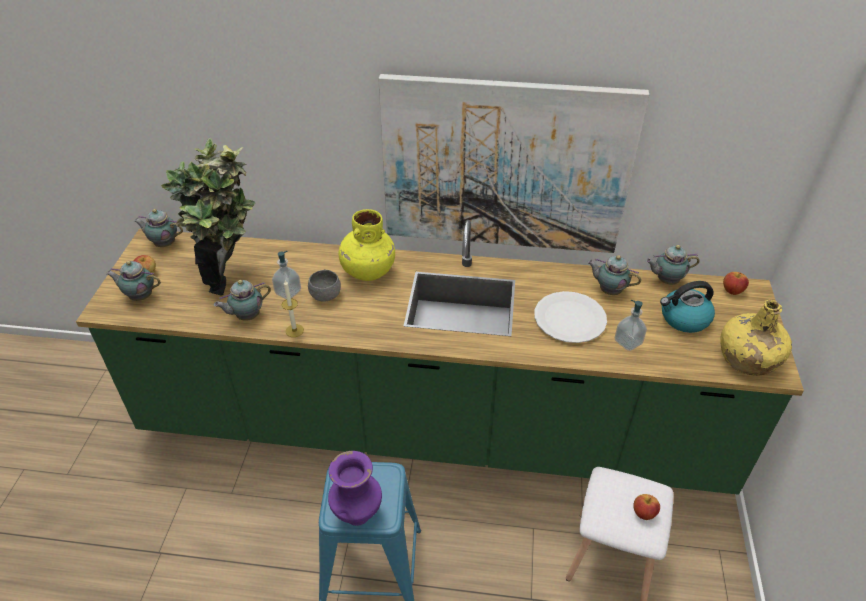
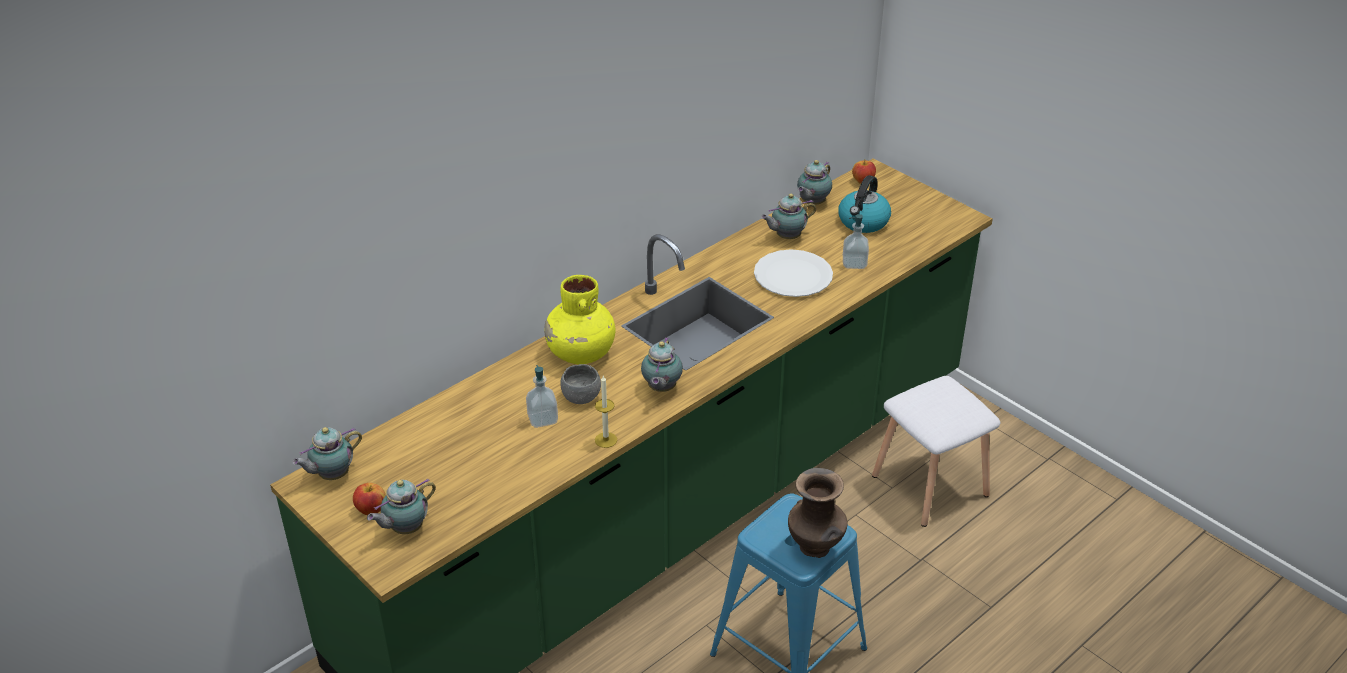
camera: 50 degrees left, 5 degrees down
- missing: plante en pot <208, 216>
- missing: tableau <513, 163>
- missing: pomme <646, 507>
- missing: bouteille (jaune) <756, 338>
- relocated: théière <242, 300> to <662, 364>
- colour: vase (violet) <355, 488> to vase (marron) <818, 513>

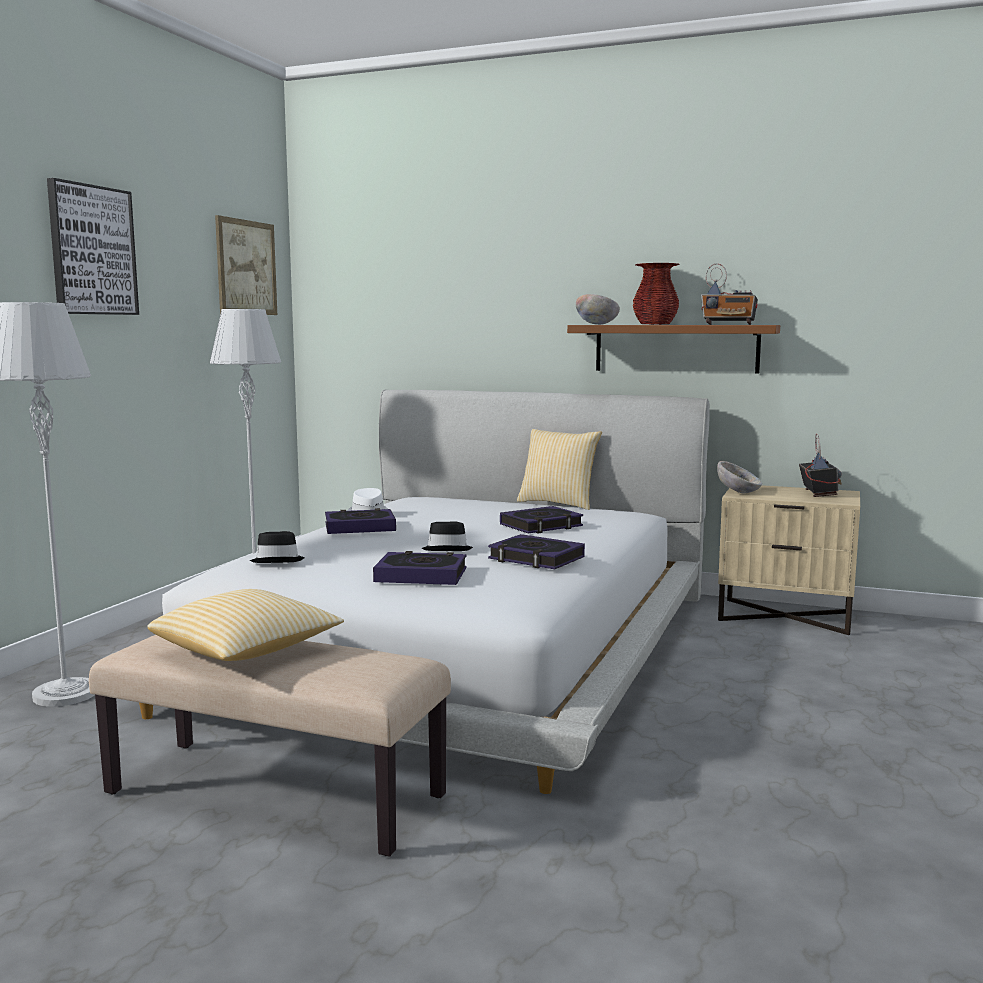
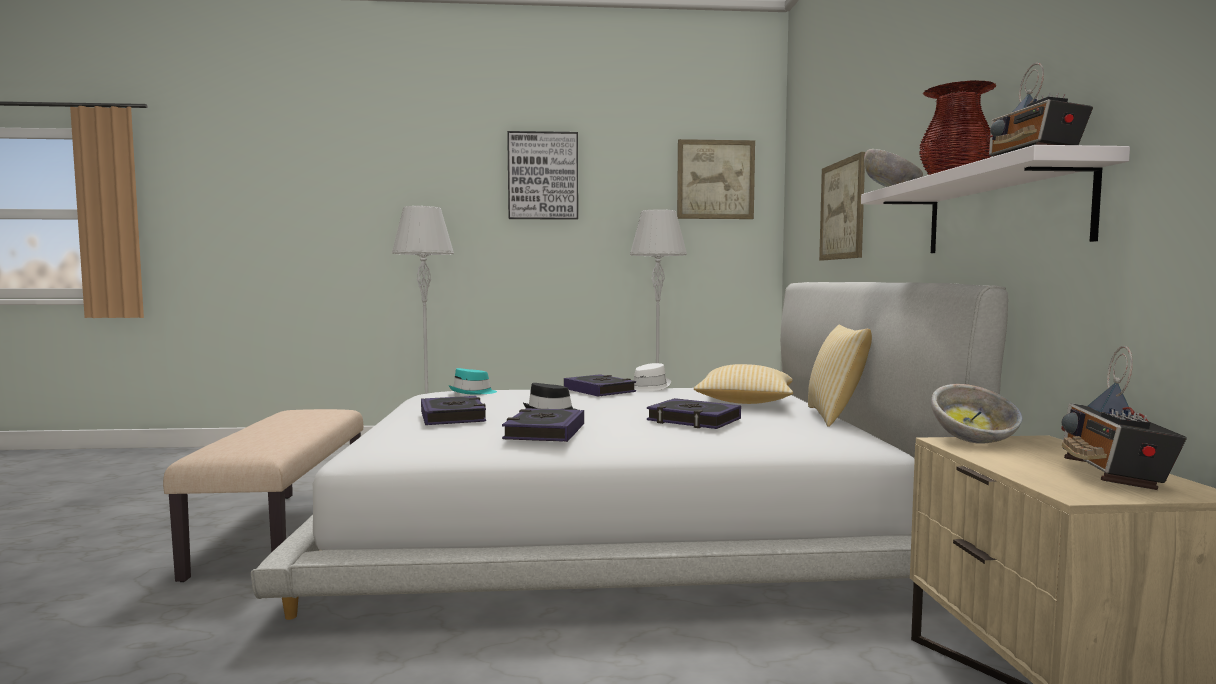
camera: 65 degrees right, 5 degrees down
- appeared: tableau <842, 206>
- relocated: coussin <245, 625> to <743, 384>
- colour: chapeau (noir) <277, 547> to chapeau (turquoise) <473, 381>
- colour: étagère (marron) <673, 349> to étagère (blanc) <995, 199>
- spun: radio <820, 465> = <1124, 418> 120 degrees clockwise

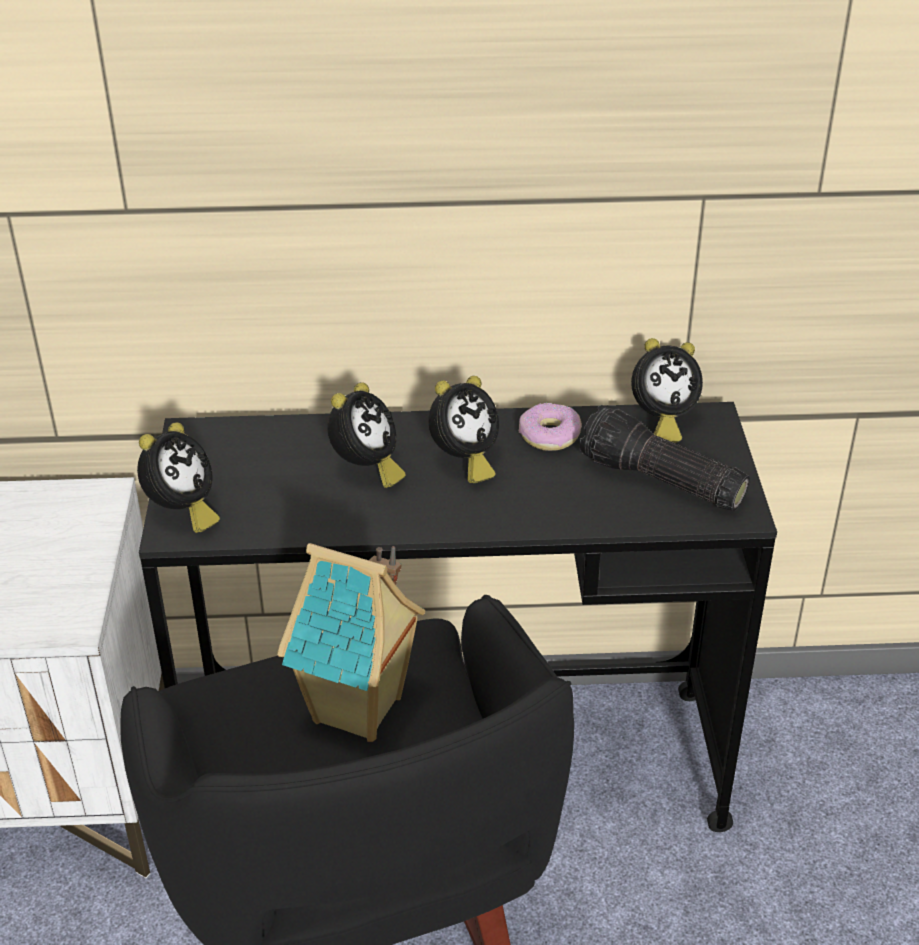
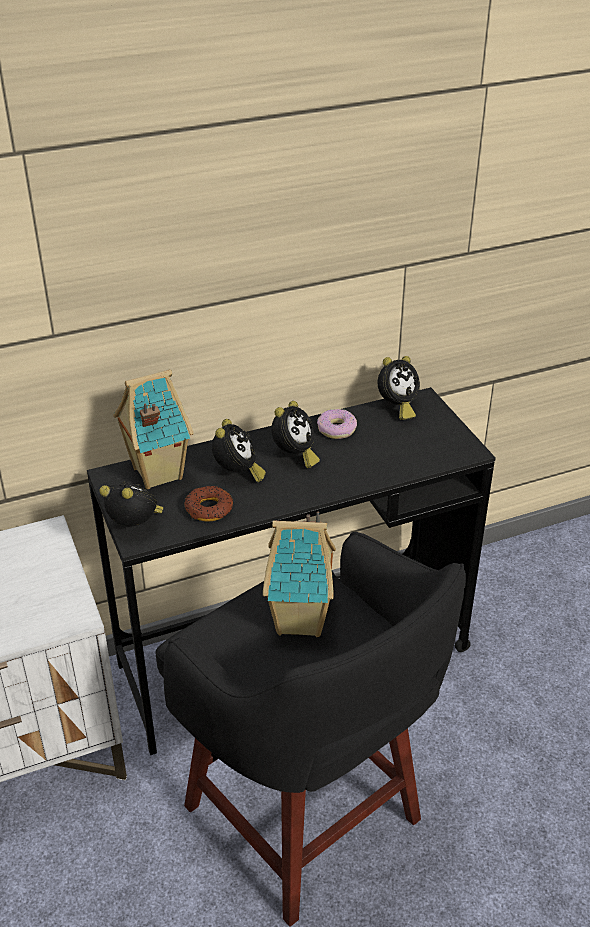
camera: 20 degrees left, 0 degrees up
- missing: lampe de poche <664, 458>
- appeared: maison miniature <153, 429>
- appeared: beignet <208, 504>
- spun: réveil <178, 477> = <131, 504> 75 degrees counterclockwise

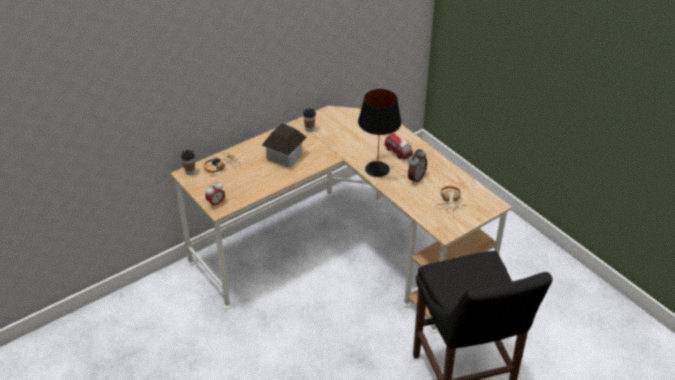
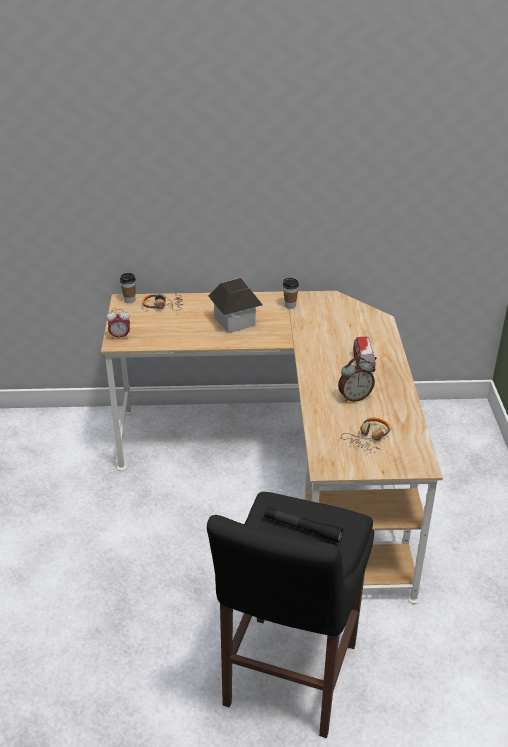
camera: 35 degrees right, 5 degrees down
- missing: lampe de table (noir) <379, 133>
- appeared: lampe de poche (noir) <303, 525>

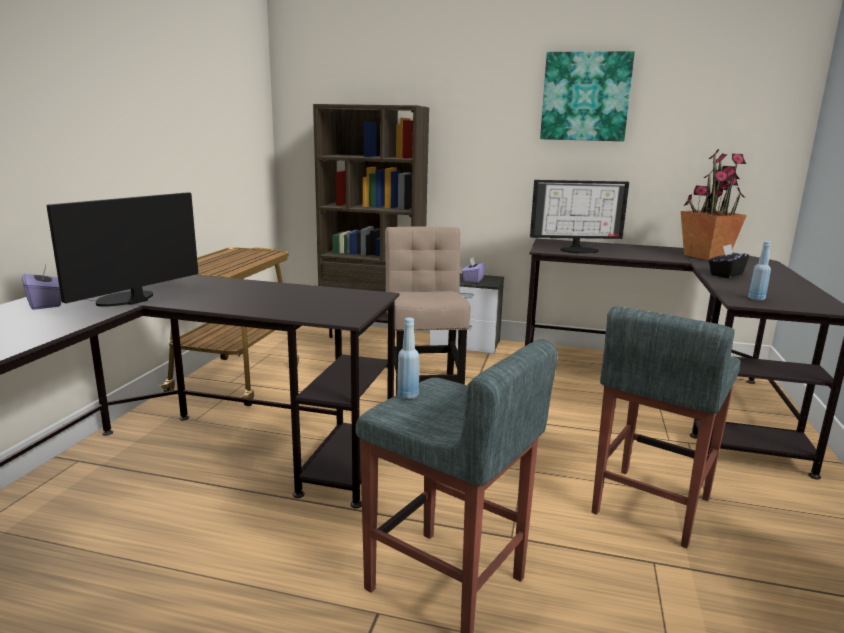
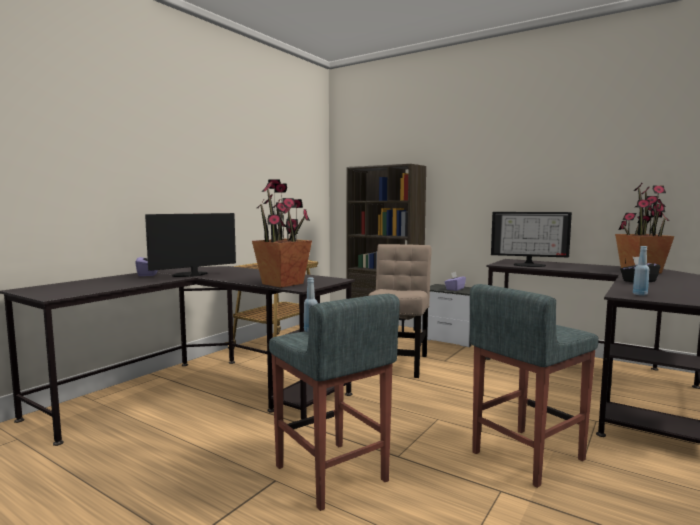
camera: 20 degrees right, 10 degrees down
- missing: tableau <587, 96>
- appeared: plante en pot <282, 233>

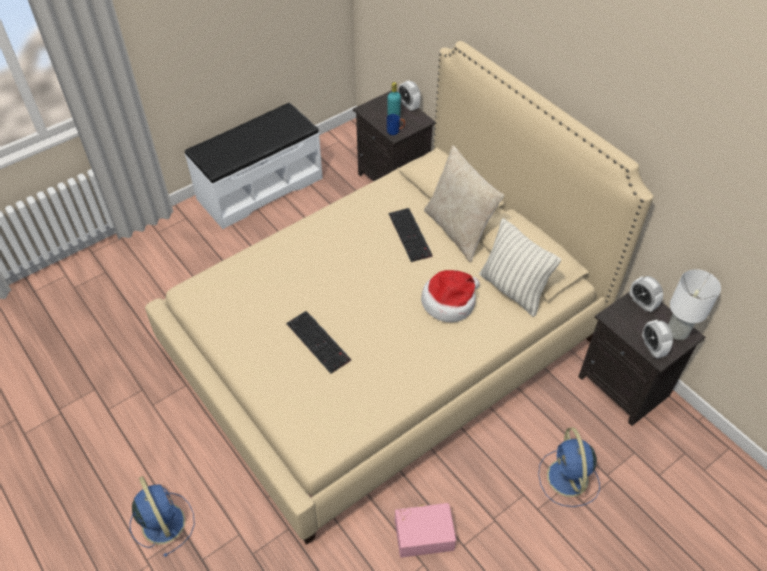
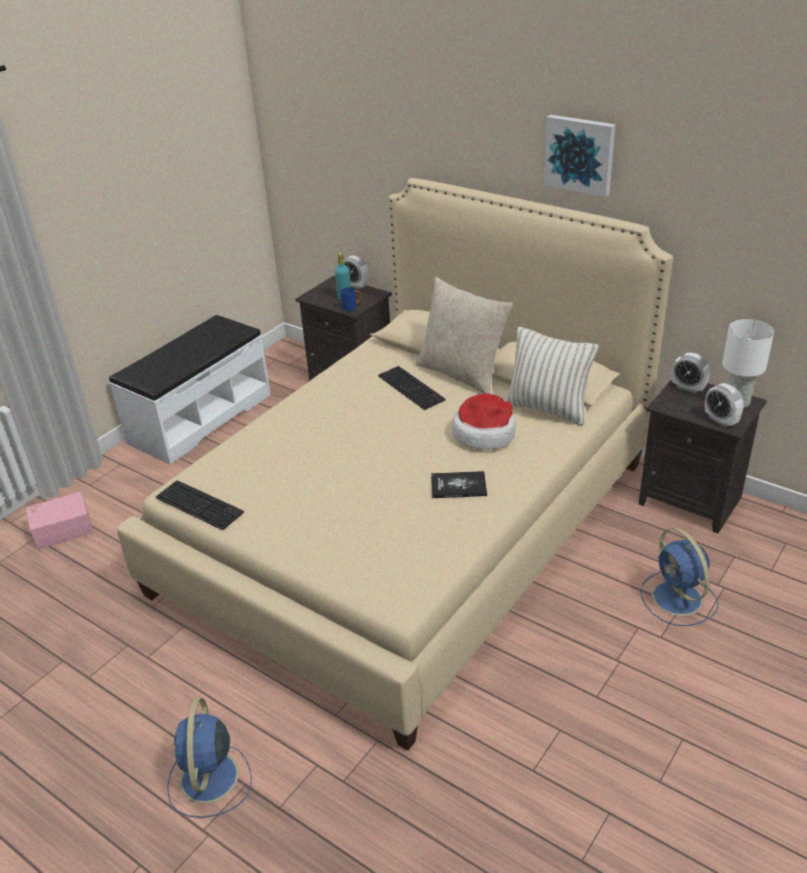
camera: 15 degrees left, 15 degrees down
- appeared: livre <459, 484>
- appeared: tableau <579, 156>
- relocated: clavier <318, 342> to <200, 505>
- relocated: boîte de rangement (rose) <425, 530> to <59, 521>
- spun: ventilateur (bleu) <162, 516> = <209, 758> 135 degrees counterclockwise

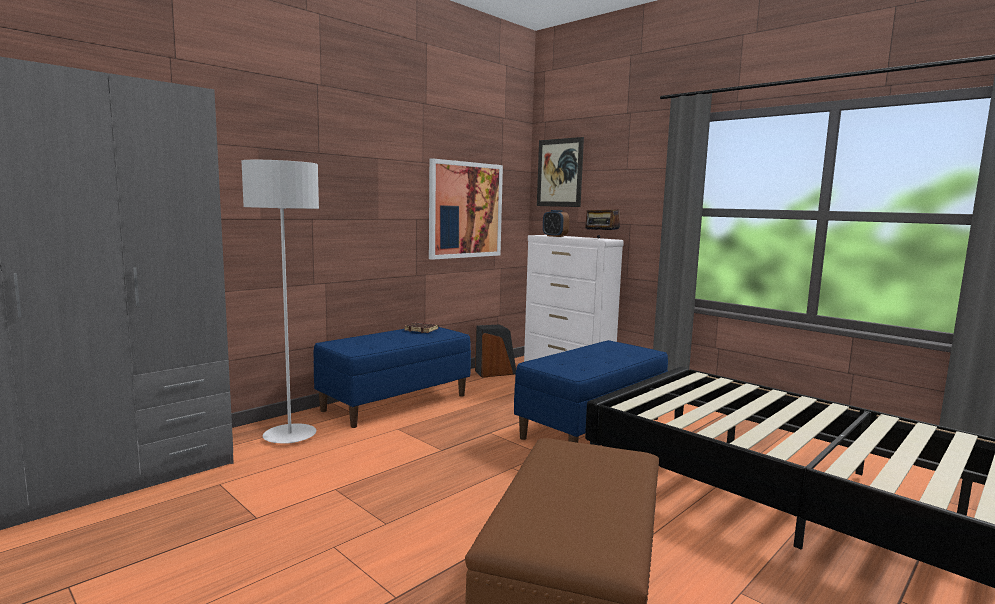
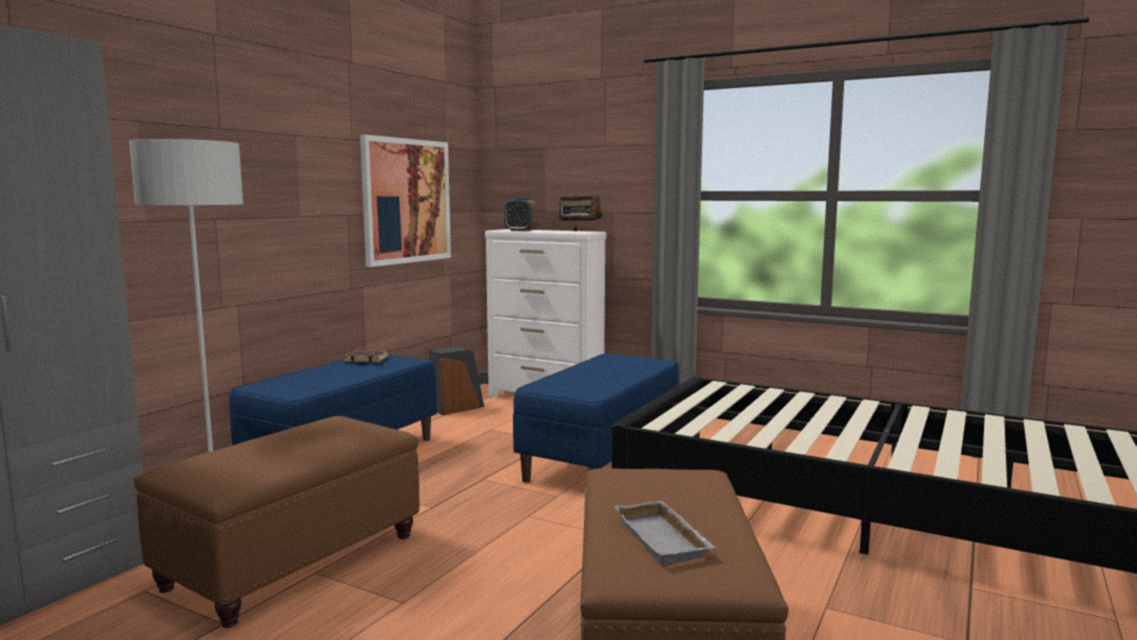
camera: 15 degrees left, 0 degrees up
- missing: tableau <560, 172>
- appeared: pouf (marron) <276, 522>
- appeared: plateau (gris) <665, 533>

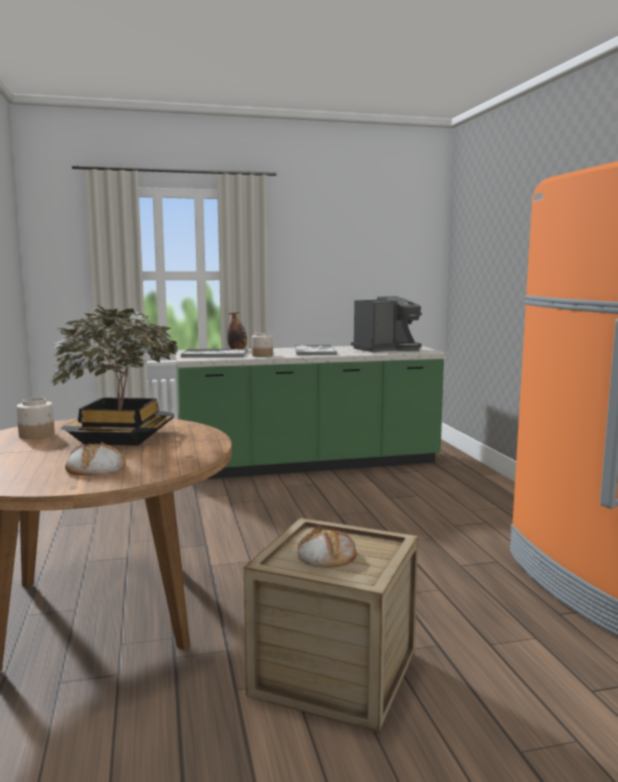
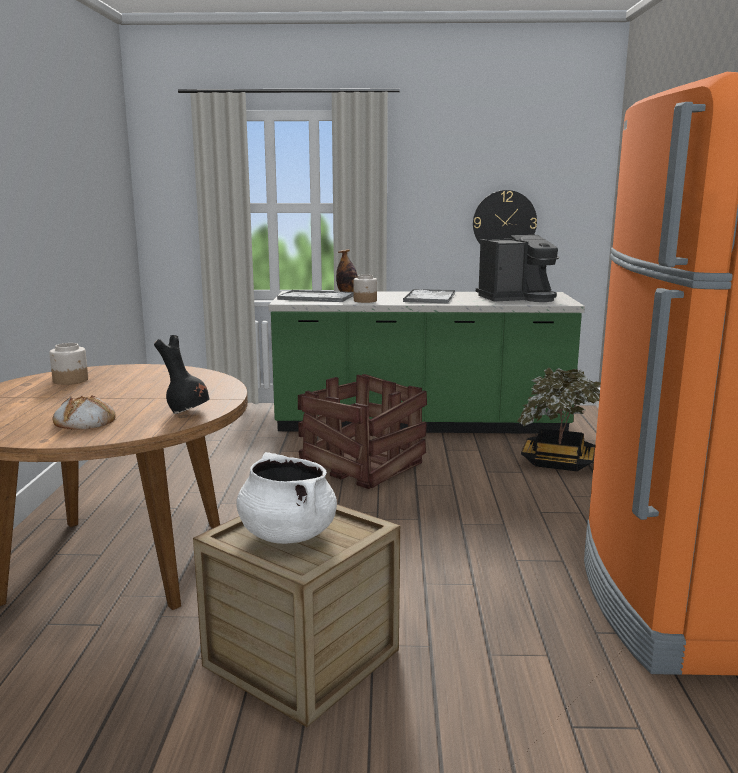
camera: 15 degrees right, 5 degrees up
- appeared: vase (noir) <181, 374>
- appeared: caisse <362, 431>
- appeared: horloge murale <505, 217>
- relocated: plante en pot <114, 375> to <559, 419>
- exchanged: pain <327, 546> to marmite (blanc) <286, 498>

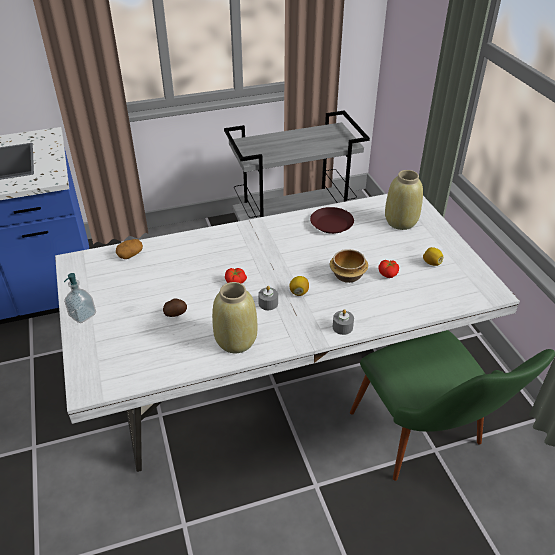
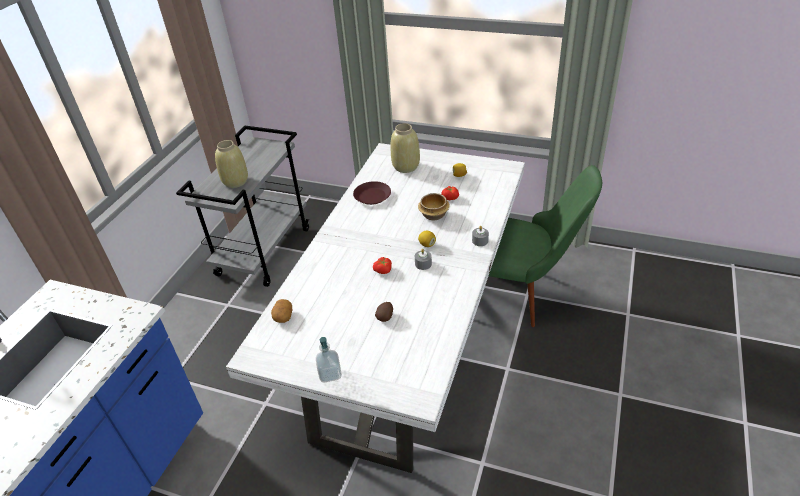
camera: 50 degrees left, 0 degrees up
- relocated: vase (beige) <234, 317> to <231, 164>

